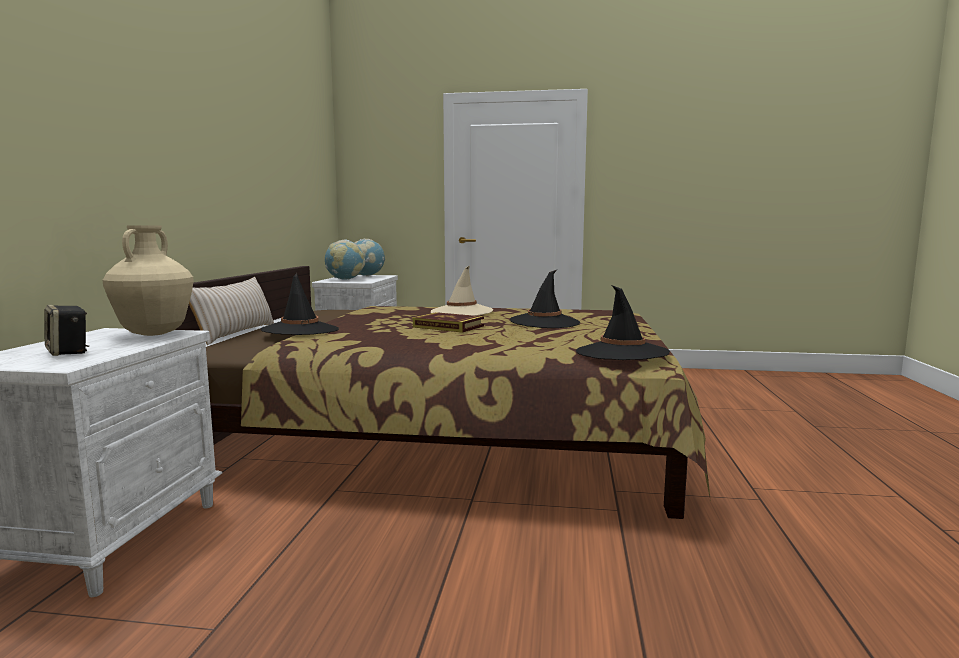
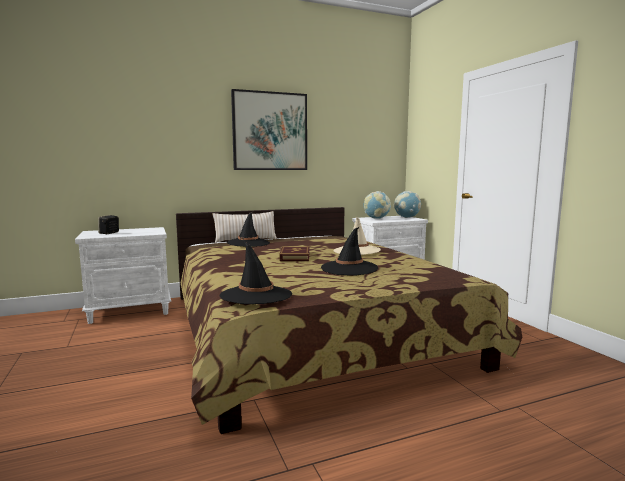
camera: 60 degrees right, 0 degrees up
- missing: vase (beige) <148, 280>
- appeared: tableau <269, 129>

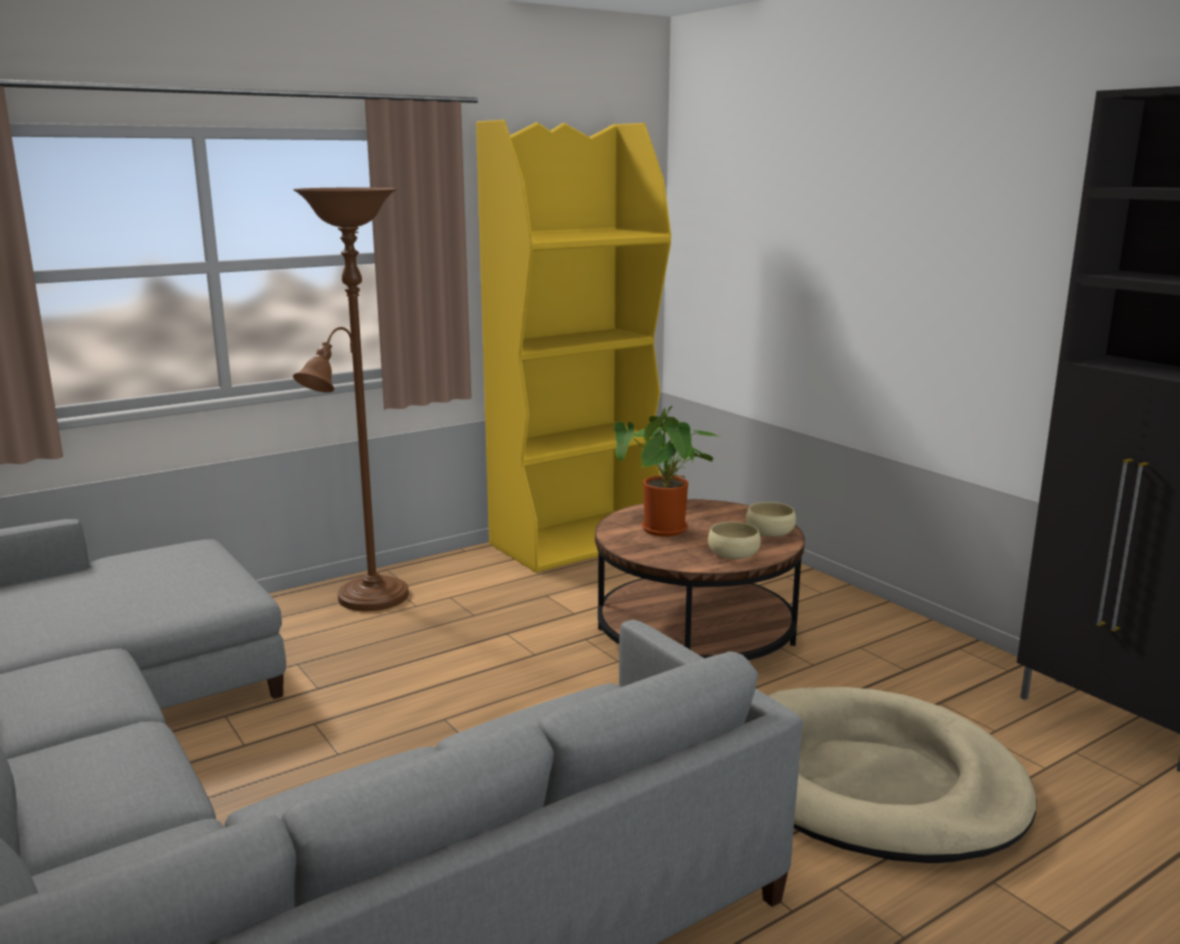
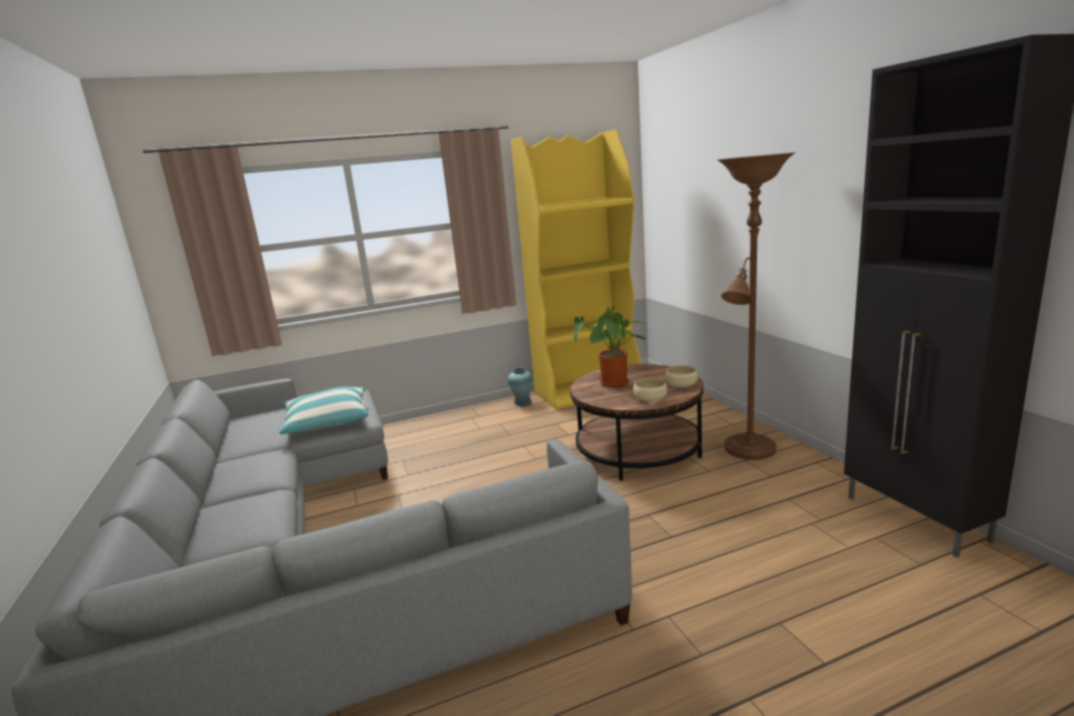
camera: 15 degrees right, 0 degrees up
- missing: panier pour chien (beige) <902, 775>
- appeared: coussin <323, 410>
- appeared: vase (turquoise) <520, 387>
- relocated: lampadaire (marron) <351, 399> to <756, 306>

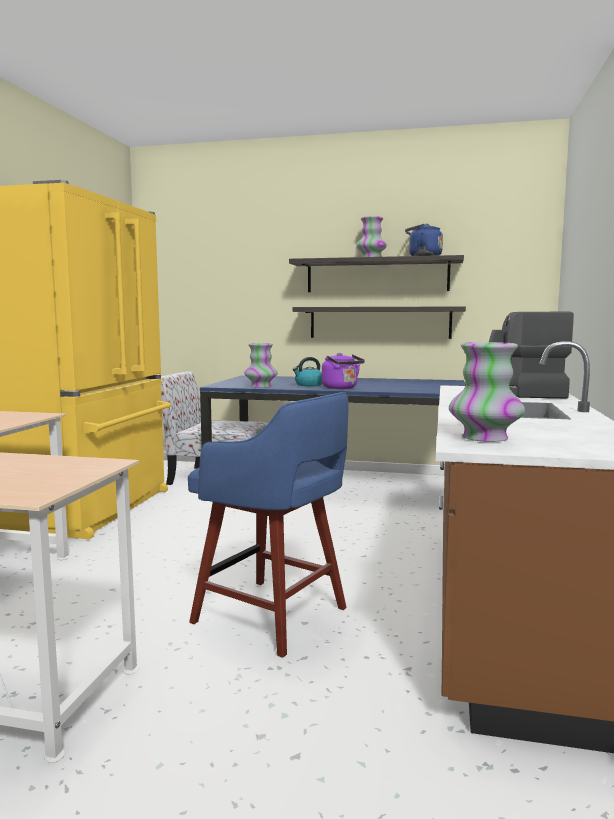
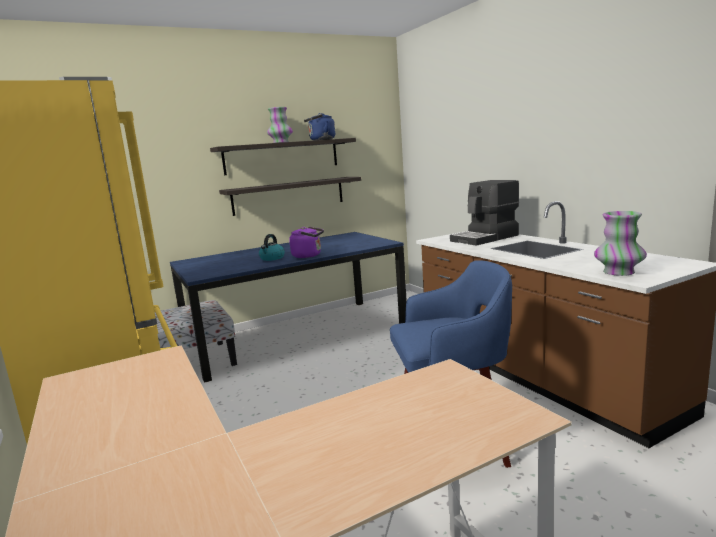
camera: 40 degrees left, 5 degrees up
- missing: vase <261, 365>

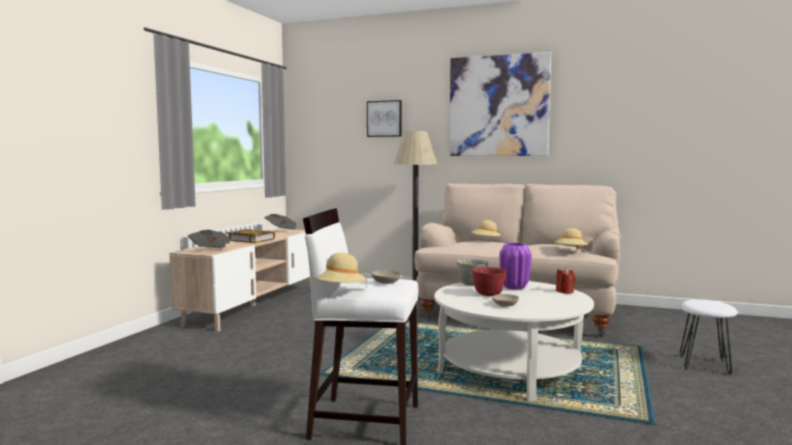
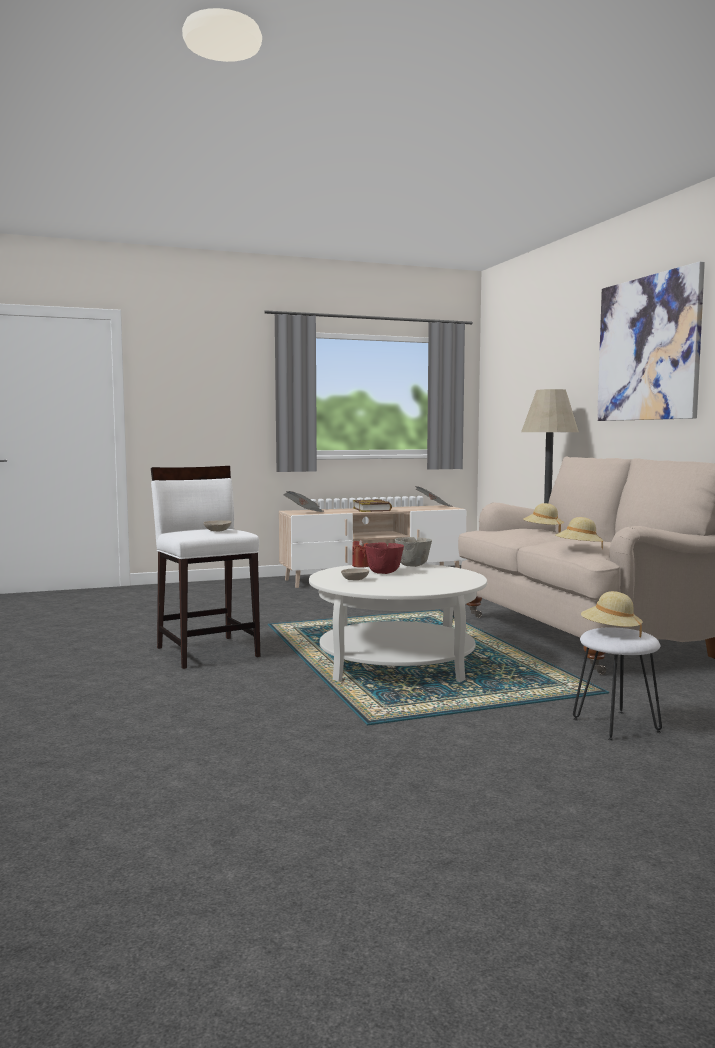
camera: 50 degrees right, 0 degrees up
- missing: tableau <384, 118>
- missing: vase (violet) <515, 266>
- relocated: chapeau (beige) <340, 268> to <612, 614>
- relocated: bougie (rouge) <566, 281> to <360, 553>

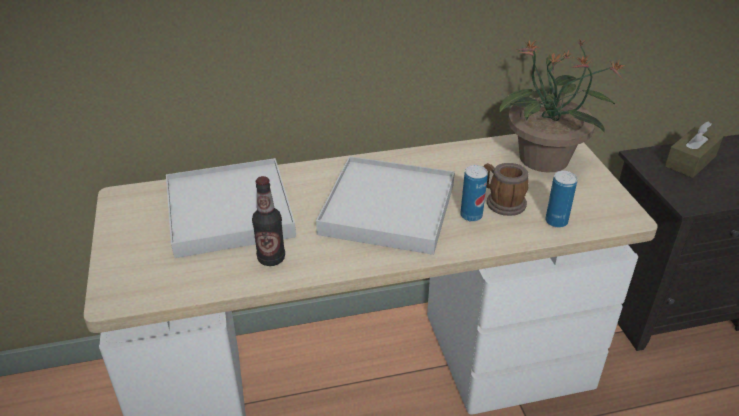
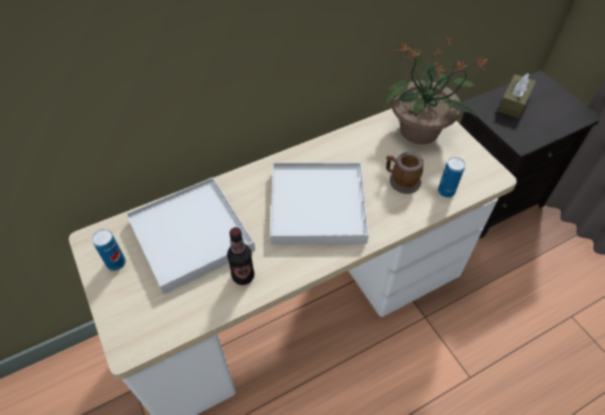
camera: 15 degrees left, 15 degrees up
- relocated: boîte métallique <474, 193> to <109, 250>

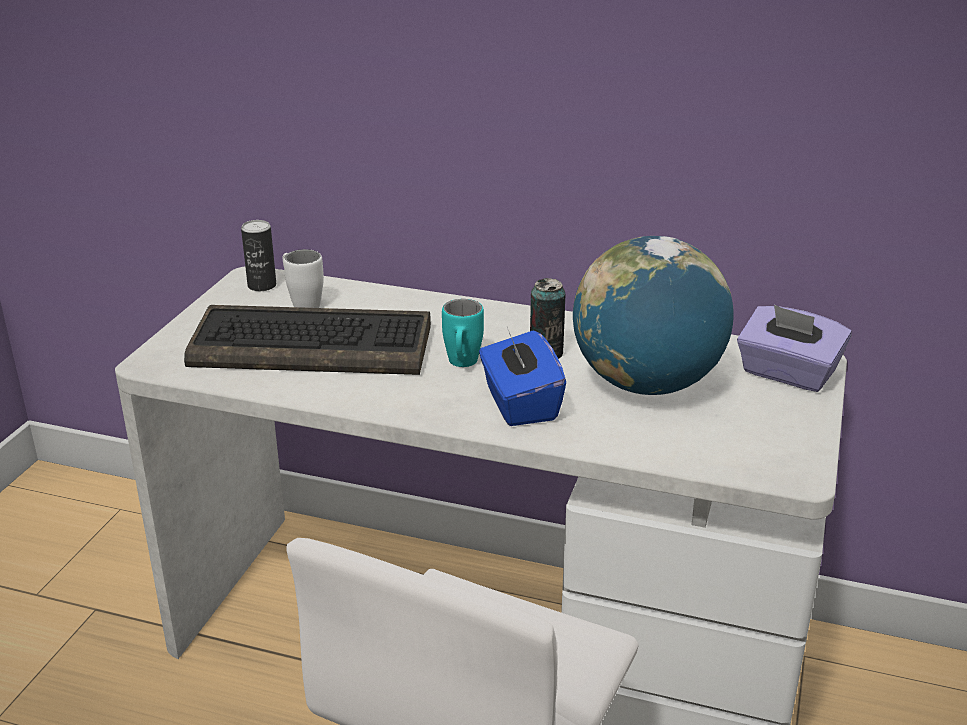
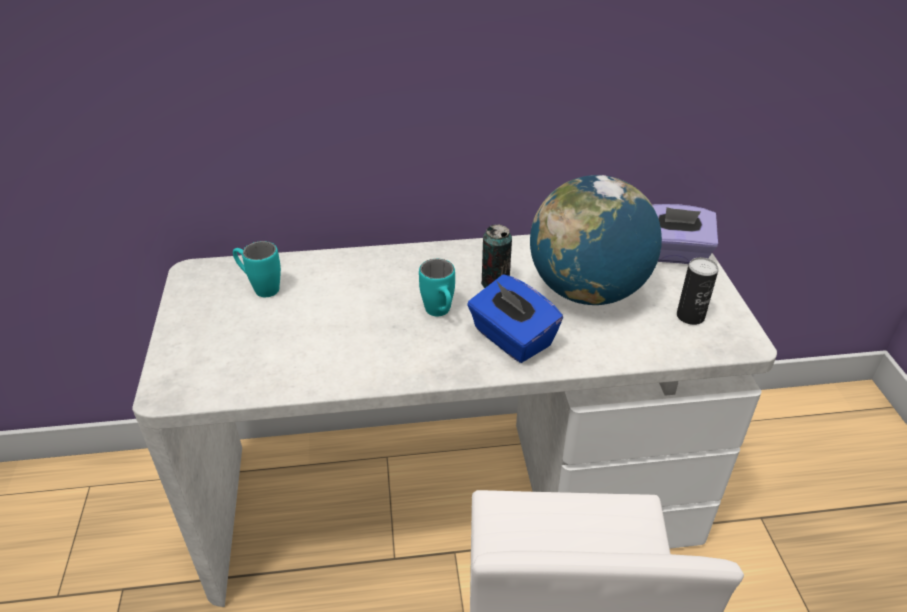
camera: 25 degrees left, 10 degrees up
- missing: clavier <307, 340>
- relocated: boîte métallique <258, 255> to <698, 291>
- colour: mug (blanc) <303, 278> to mug (turquoise) <257, 269>

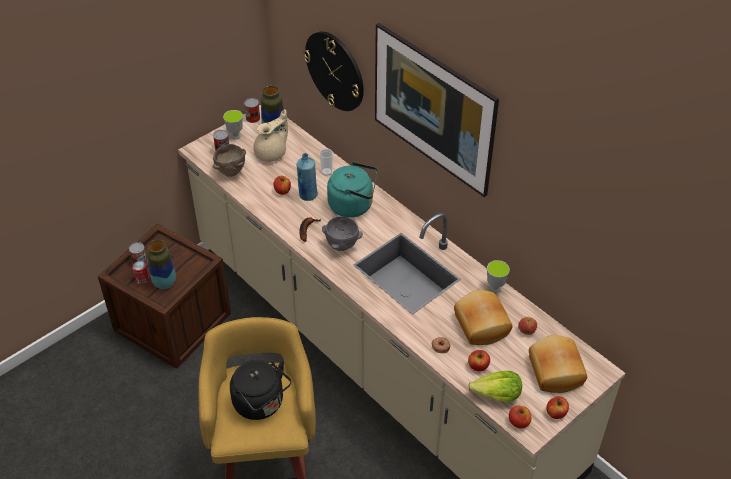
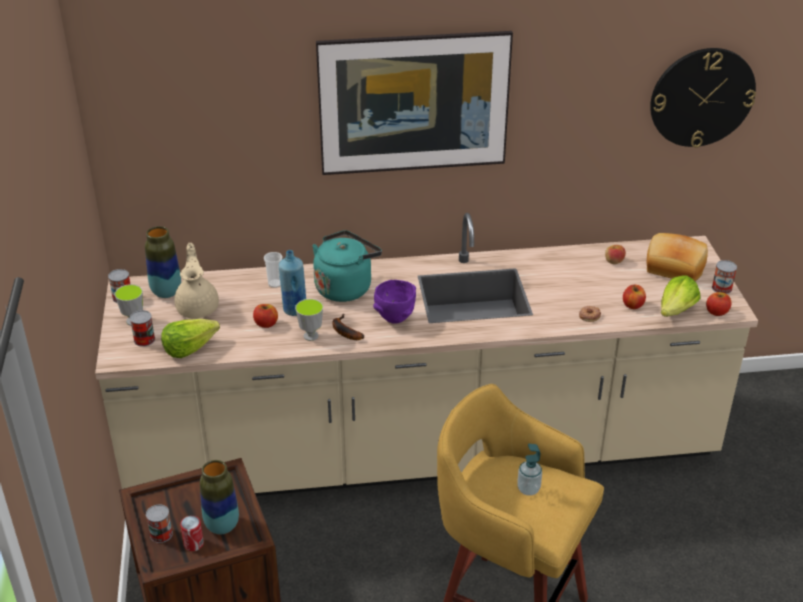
camera: 55 degrees left, 10 degrees down
- missing: pain <483, 317>
- relocated: horloge murale <333, 71> to <703, 98>
- relocated: tasse <498, 276> to <309, 320>
- exchanged: bol (marron) <229, 160> to laitue <190, 338>
- exchanged: bouilloire (noir) <260, 390> to distributeur de savon <529, 470>
- exchanged: pomme <557, 407> to boîte métallique <724, 277>
- colour: bol (gris) <342, 233> to bol (violet) <394, 302>

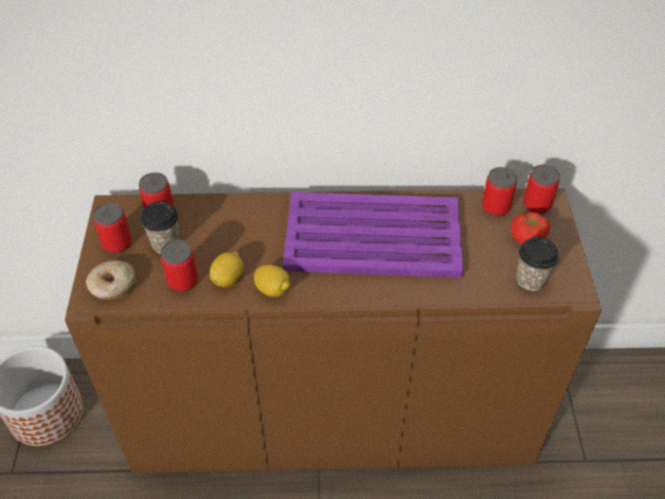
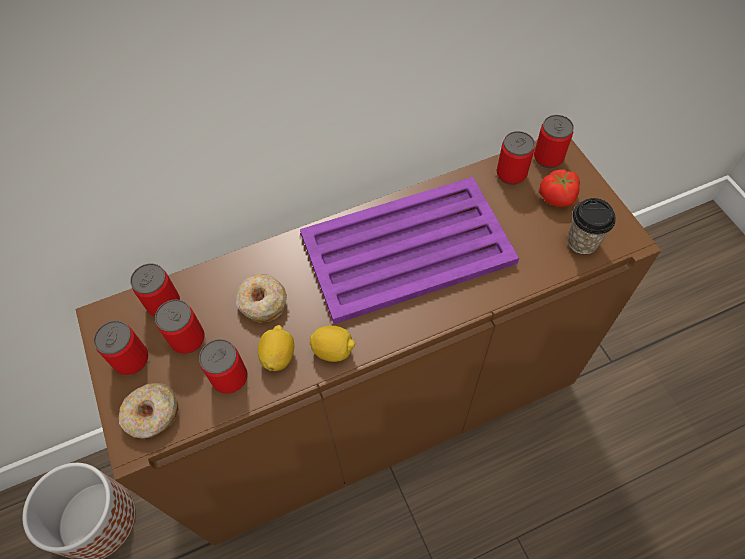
camera: 20 degrees left, 10 degrees up
- appeared: beignet <261, 298>
- exchanged: tasse <160, 227> to boîte métallique <180, 326>

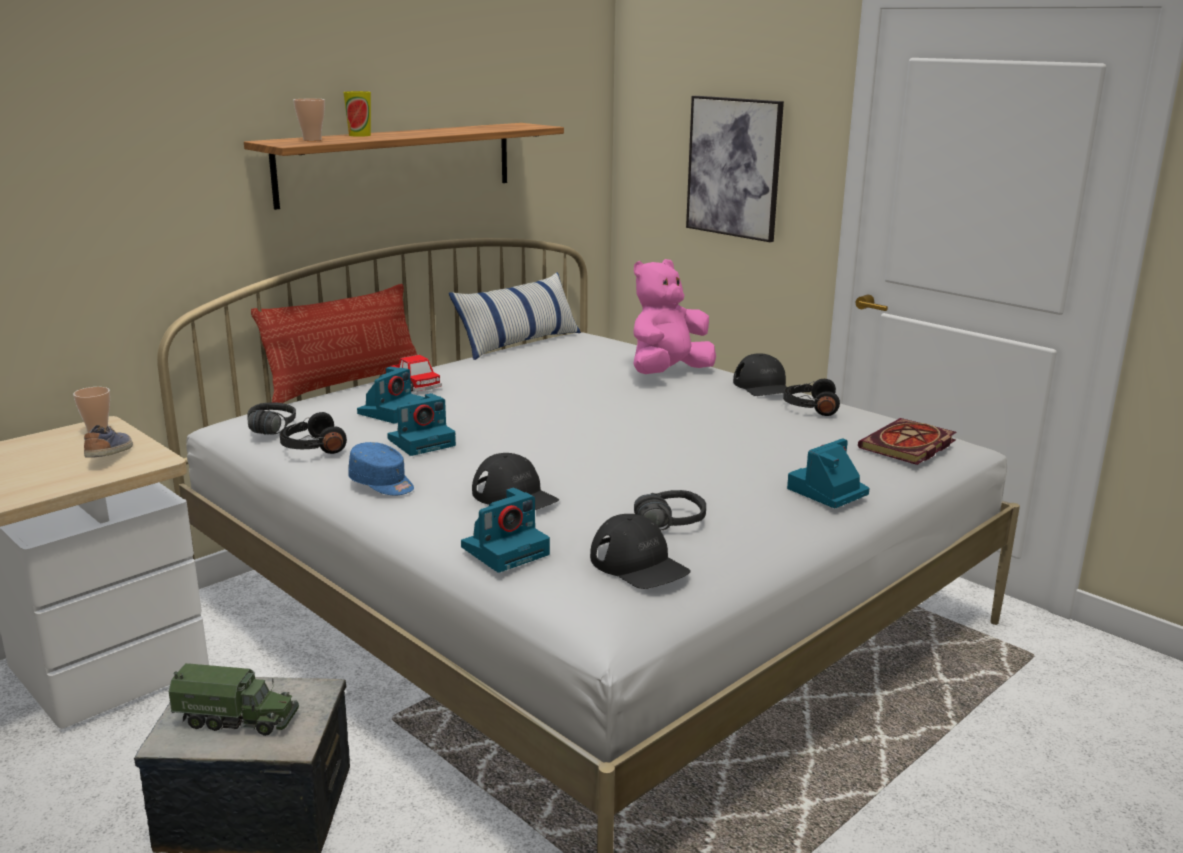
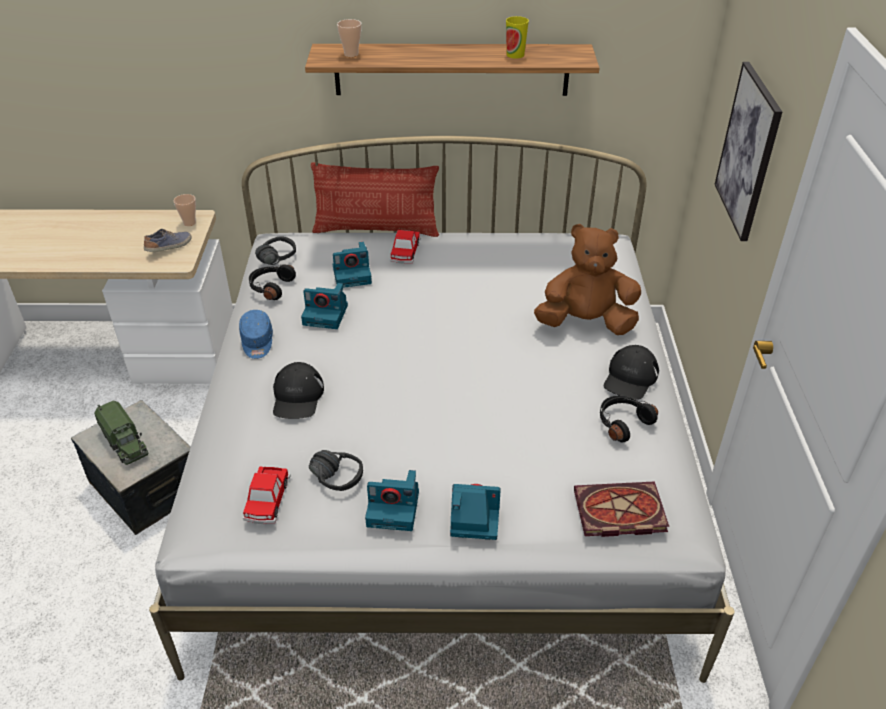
camera: 45 degrees right, 20 degrees up
- missing: coussin <515, 316>
- relocated: tasse <357, 114> to <517, 37>
- relocated: appareil photo <505, 530> to <392, 500>
- exchanged: casquette (noir) <640, 551> to petite voiture <267, 495>
- colour: peluche (rose) <674, 316> to peluche (marron) <587, 279>

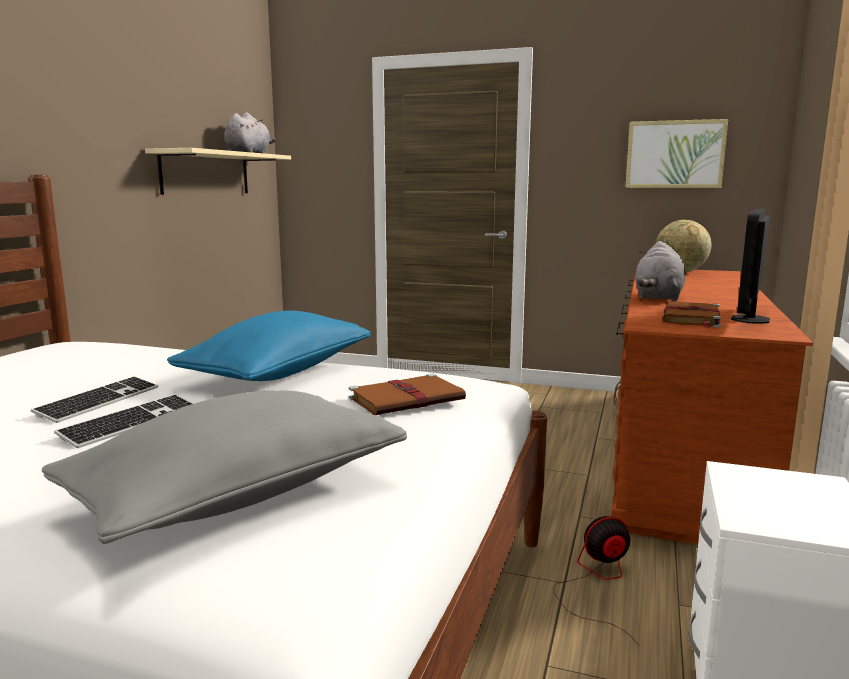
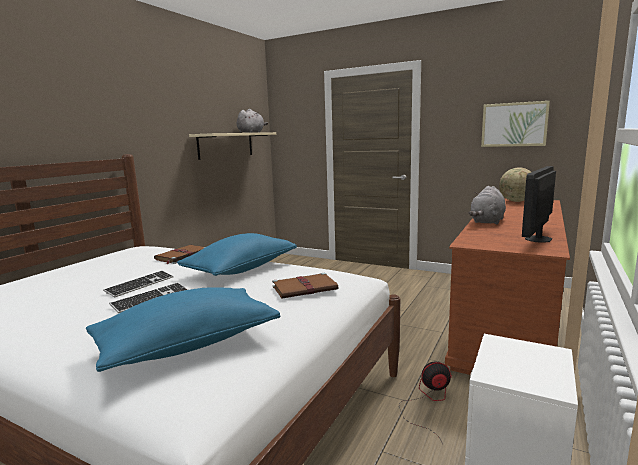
camera: 10 degrees right, 0 degrees up
- relocated: livre (marron) <691, 314> to <179, 254>
- colour: coussin (gris) <224, 467> to coussin (bleu) <183, 329>

